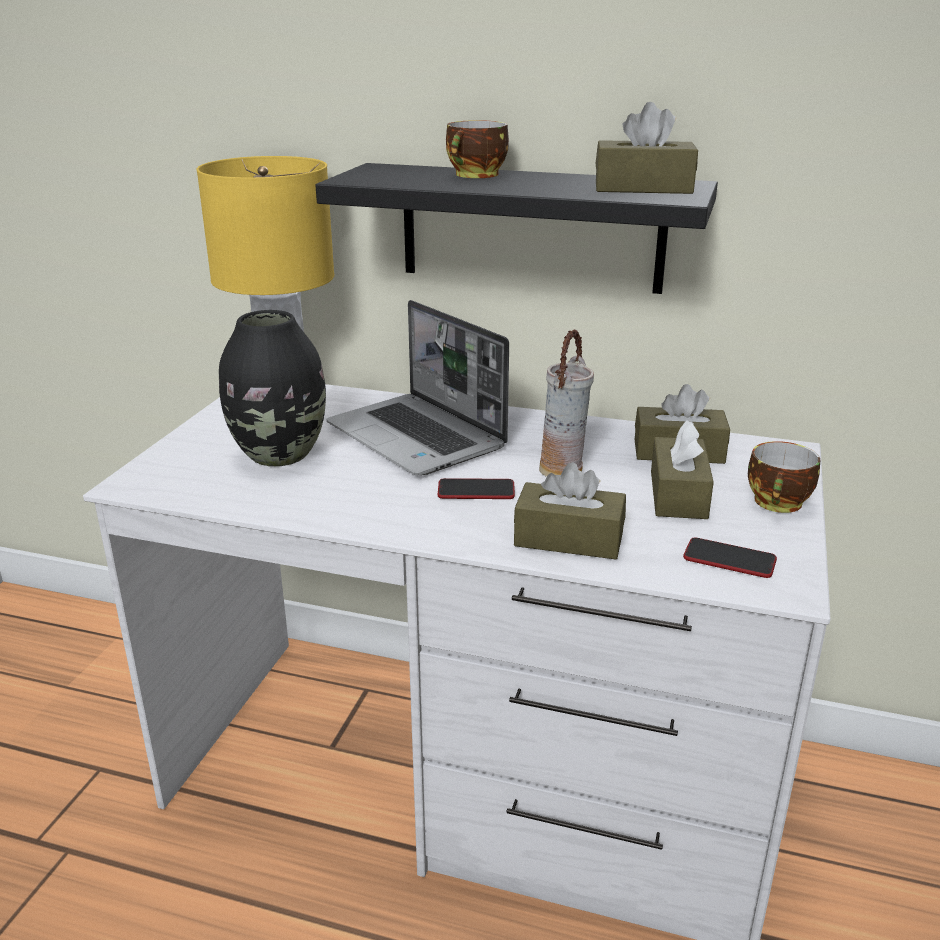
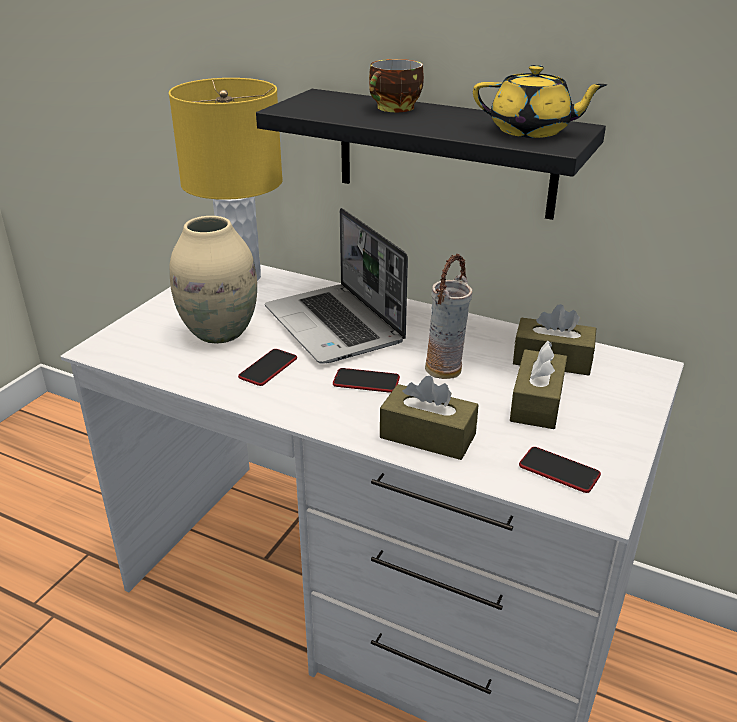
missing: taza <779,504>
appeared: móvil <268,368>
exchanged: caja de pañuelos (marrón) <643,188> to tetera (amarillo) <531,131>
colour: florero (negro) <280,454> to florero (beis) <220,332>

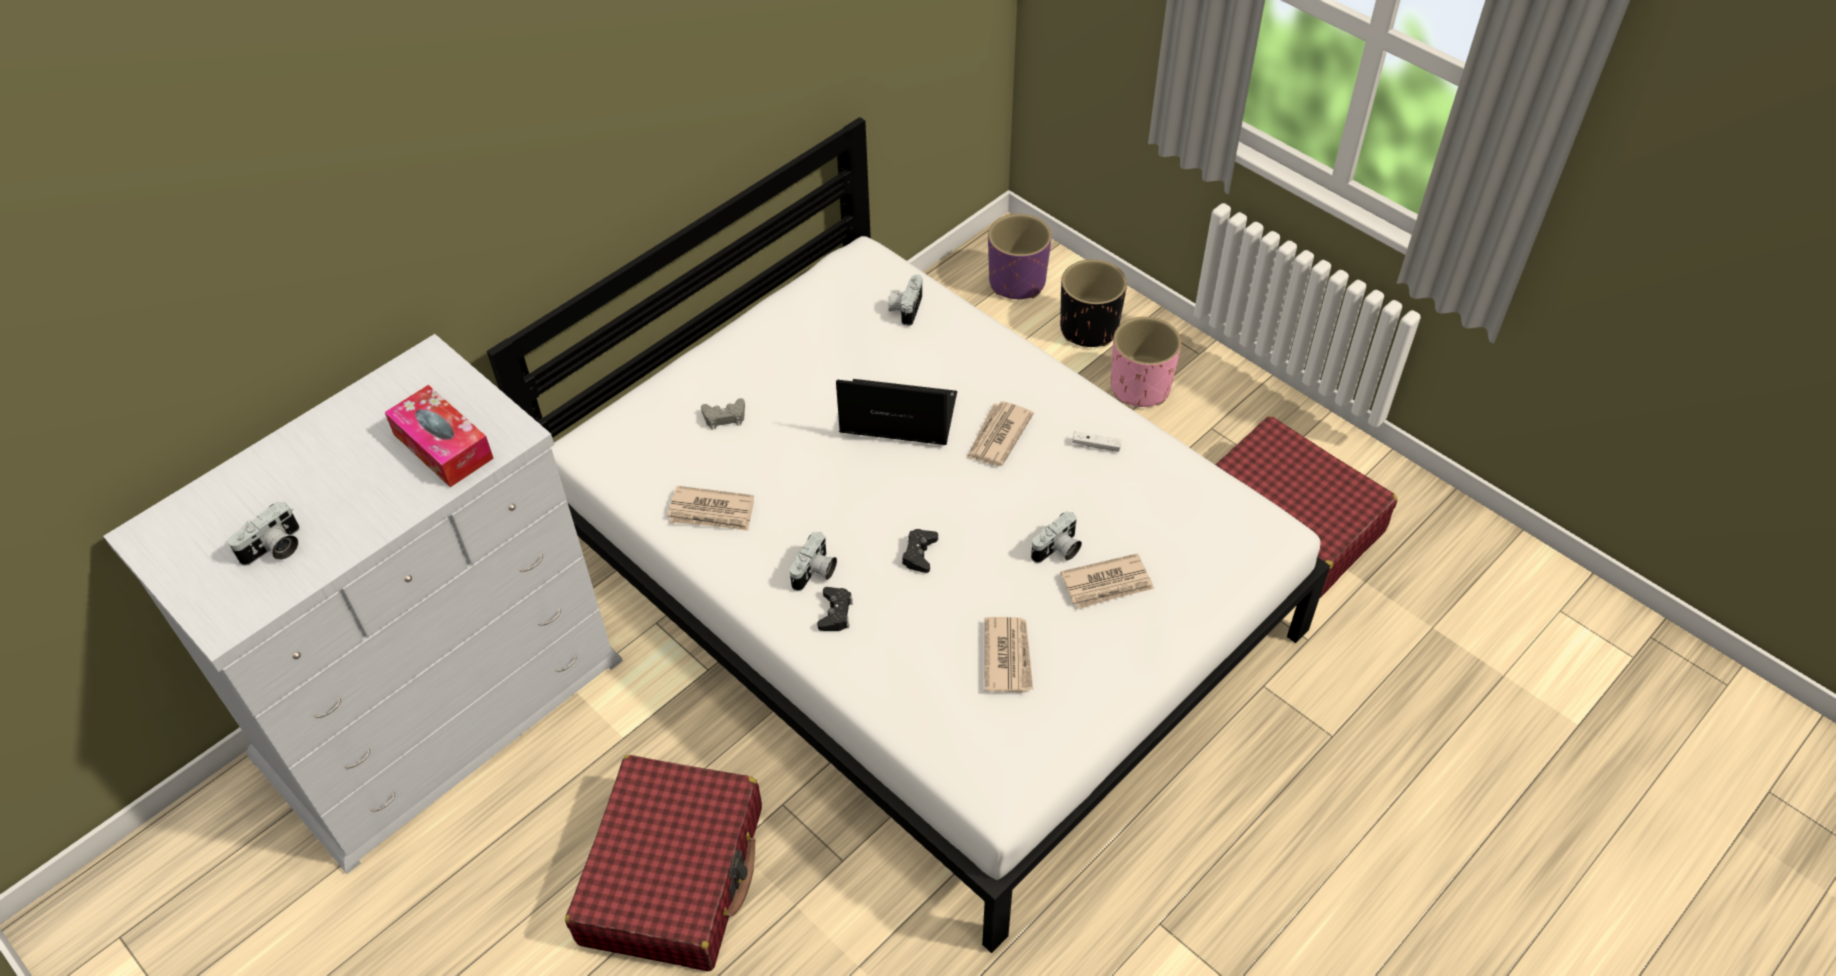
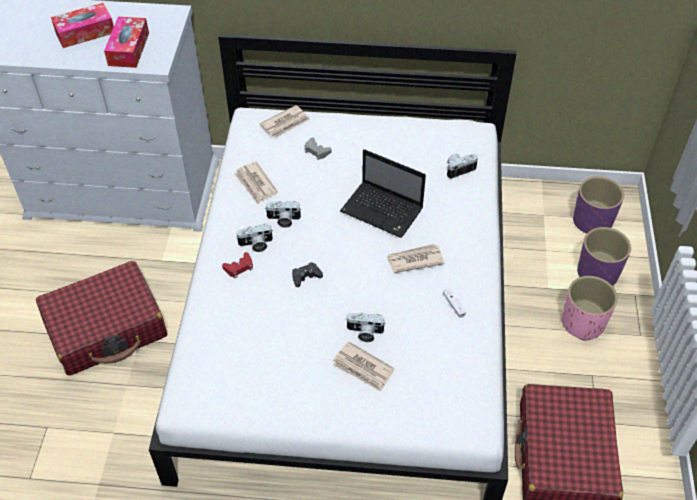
appeared: caja de pañuelos <85,32>
relocated: periódico <1008,656> to <285,123>; cámara <275,549> to <283,220>
colour: mando de consola (negro) <835,613> to mando de consola (rojo) <239,268>; maceta (negro) <1089,328> to maceta (morado) <597,273>
spun: portátil <895,416> = <383,211> 150 degrees clockwise

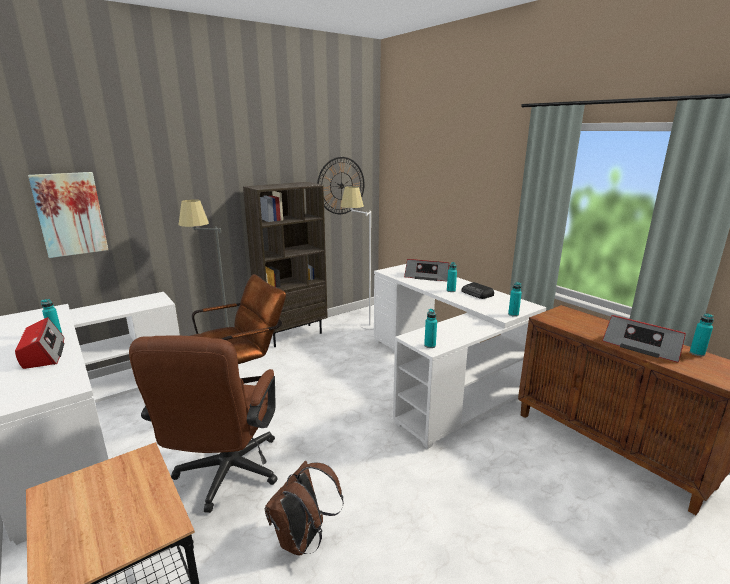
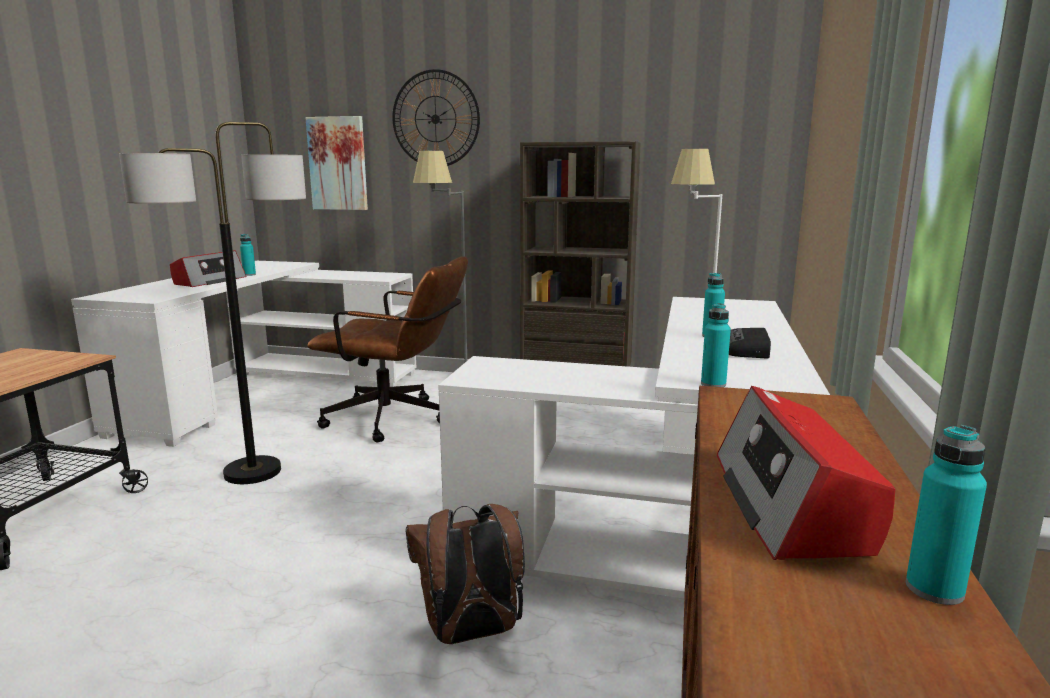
missing: radio <427,276>; botella (turquesa) <430,345>
relocated: reloj de pared <341,186> to <435,119>; mochila (marrón) <303,540> to <471,634>
exchanged: silla de oficina (marrón) <225,477> to lámpara de pie <252,472>

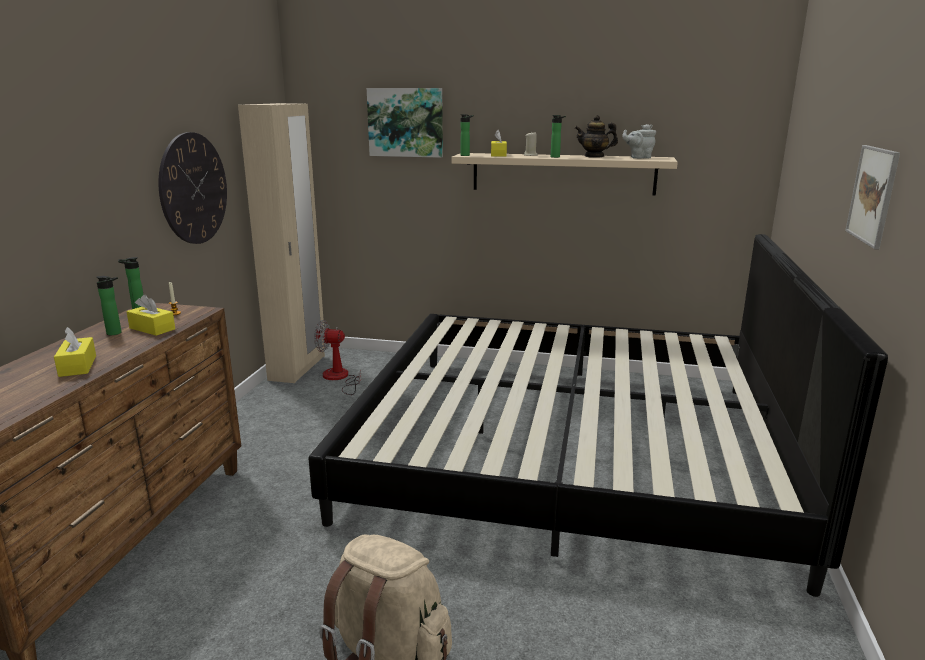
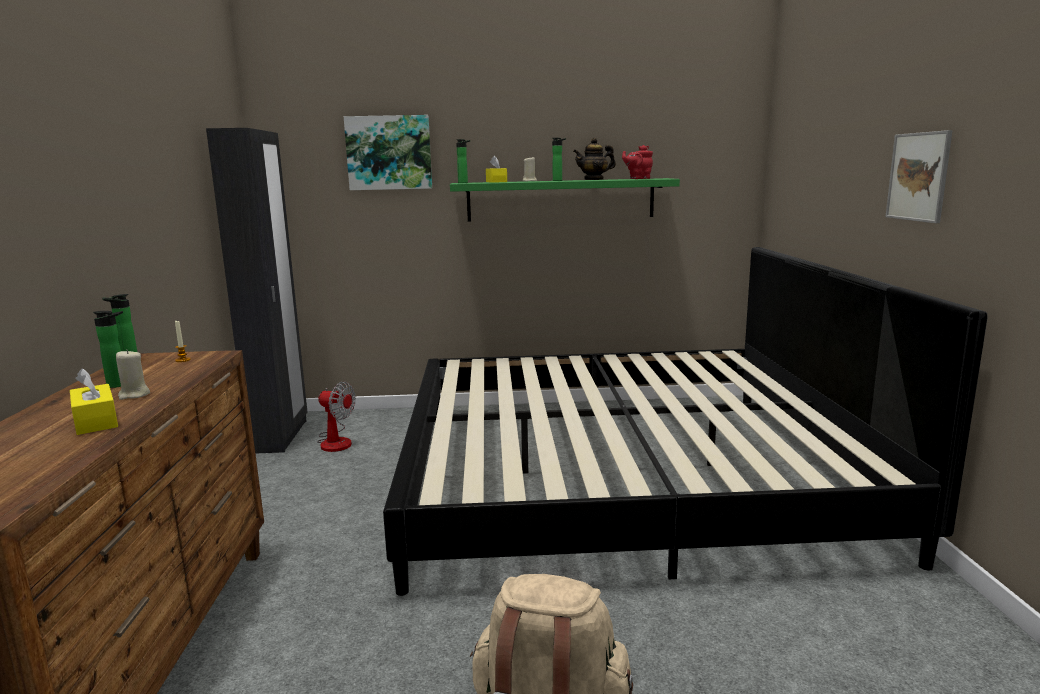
missing: caja de pañuelos (amarillo) <152,328>; reloj de pared <193,188>
appeared: vela (beis) <134,395>
colour: armario ropero (beis) <298,368> to armario ropero (negro) <280,436>; estante (beis) <563,173> to estante (verde) <560,200>; tetera (gris) <639,157> to tetera (rojo) <638,178>
spun: ventilador <339,378> = <335,441> 150 degrees counterclockwise

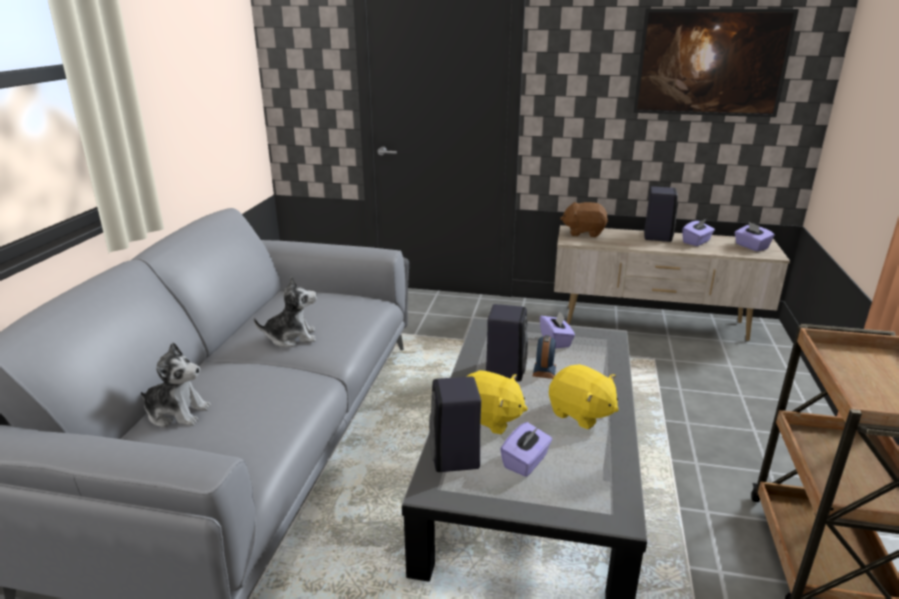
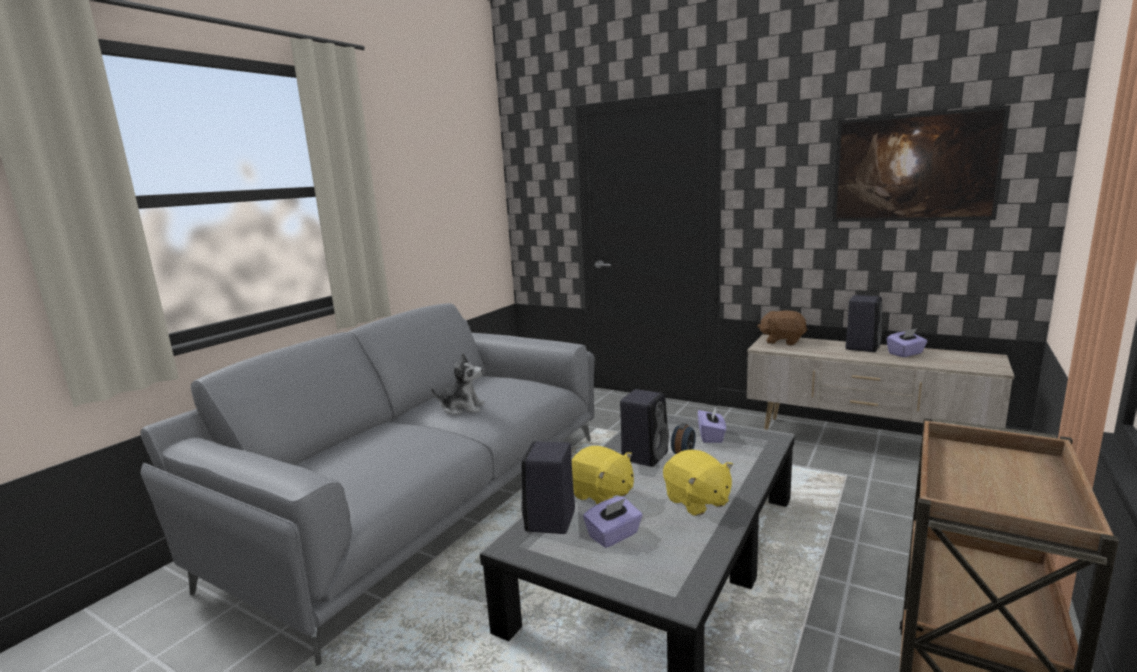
missing: peluche <177,413>; caja de pañuelos (morado) <751,246>

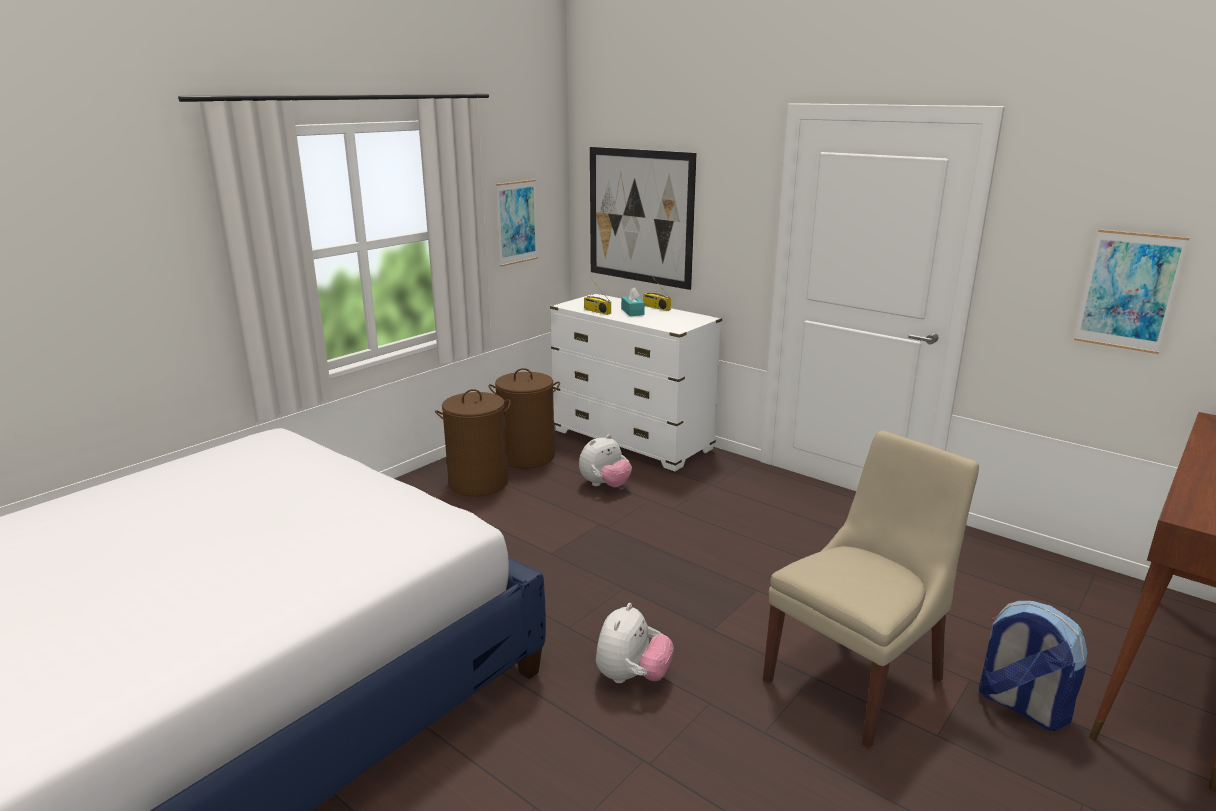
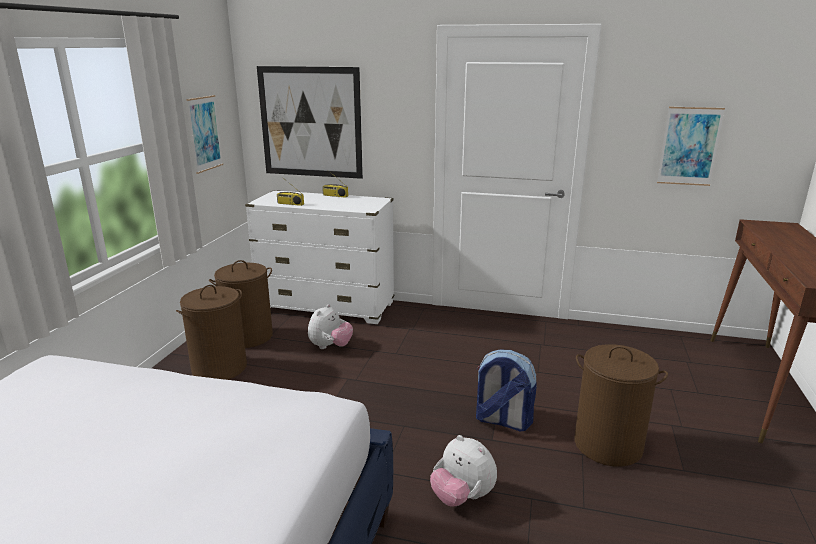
missing: caja de pañuelos (turquesa) <632,312>
relocated: mochila <1020,705> to <502,421>
exchanged: silla (beis) <857,677> to cesto de la ropa (marrón) <608,445>
spun: peluche <632,677> = <462,497> 135 degrees clockwise

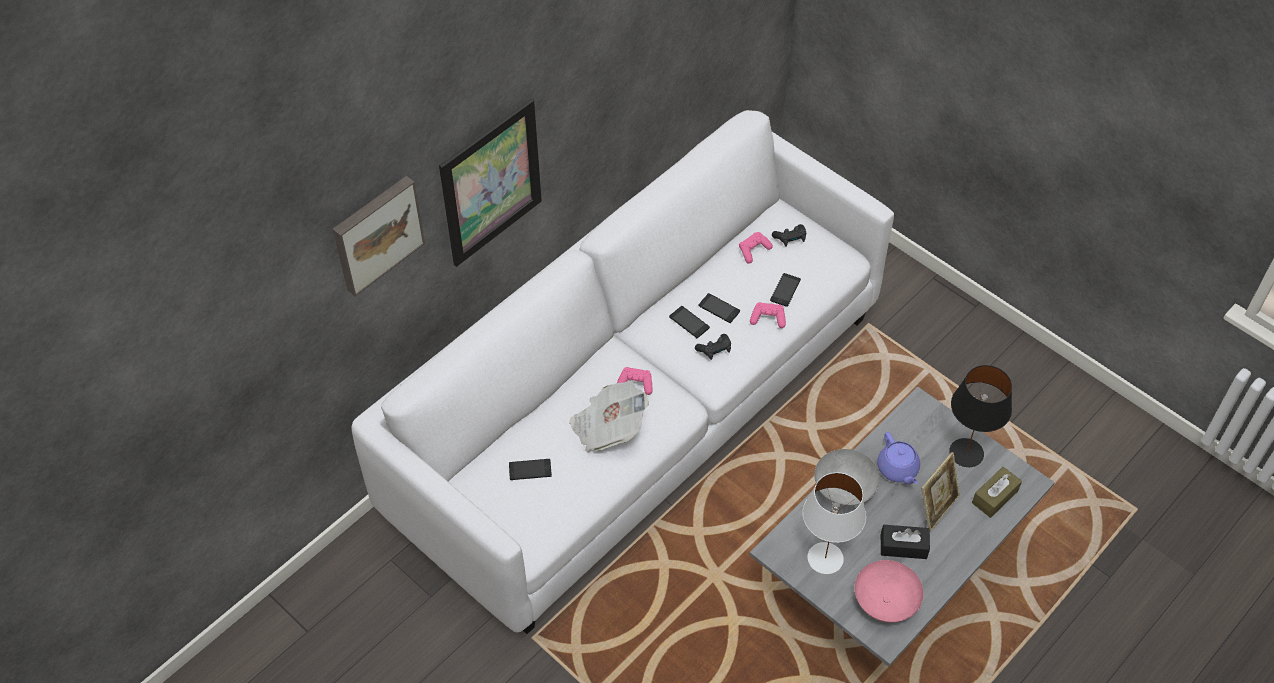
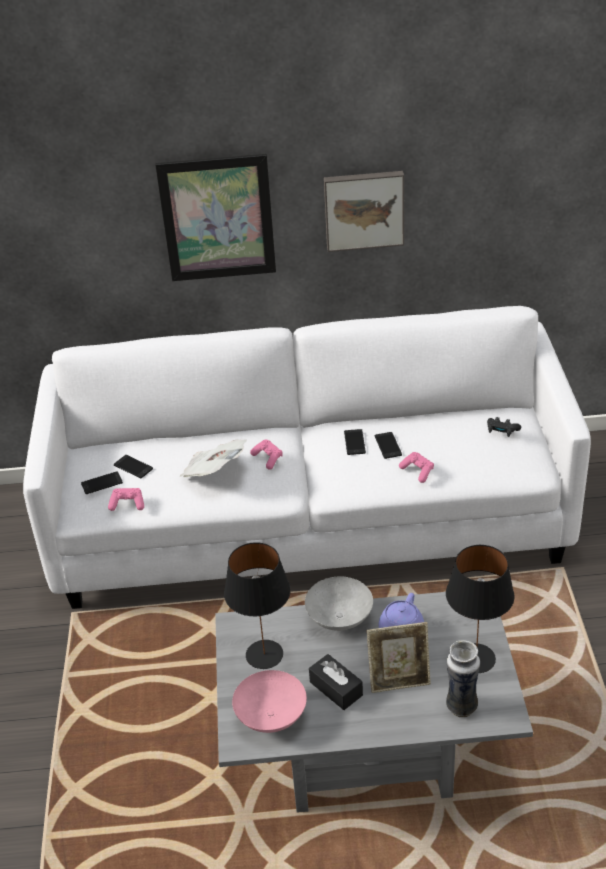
missing: mando de consola (negro) <714,350>
relocated: móvil <785,290> to <102,483>; mando de consola (rosa) <753,251> to <127,504>; cuadro <376,233> to <364,209>
exchanged: caja de pañuelos (marrón) <994,497> to florero <461,706>
colour: lámpara de mesa (blanco) <825,558> to lámpara de mesa (negro) <264,655>

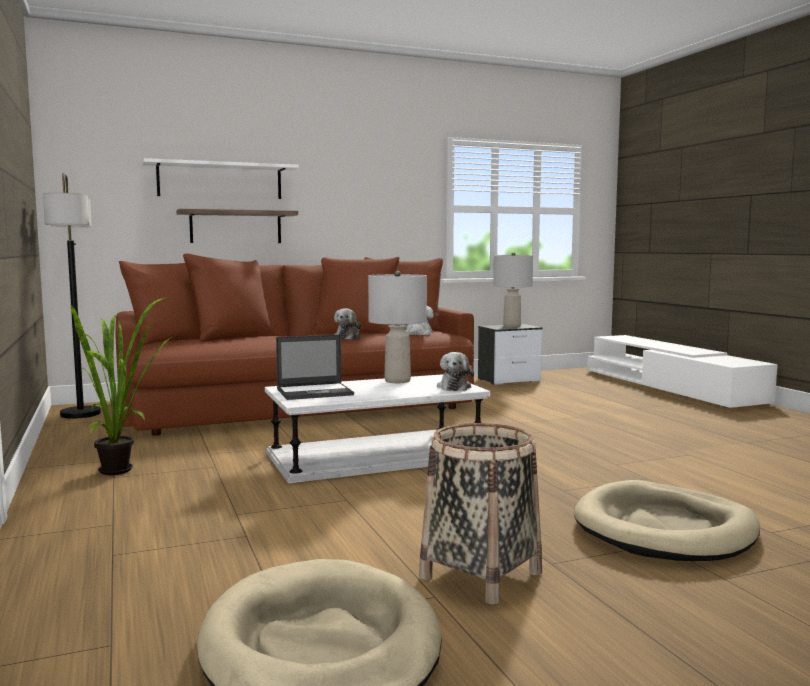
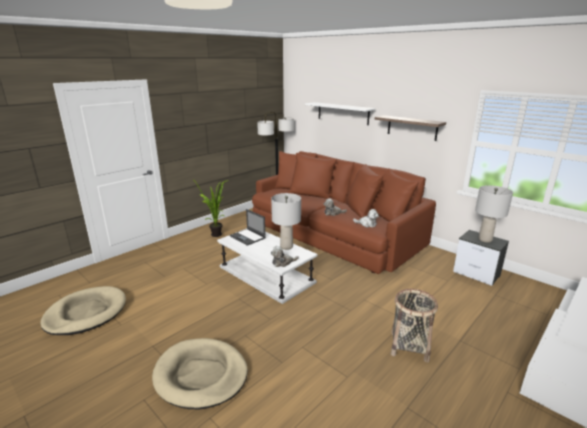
relocated: estante <236,227> to <412,127>; cesta <481,575> to <409,346>

